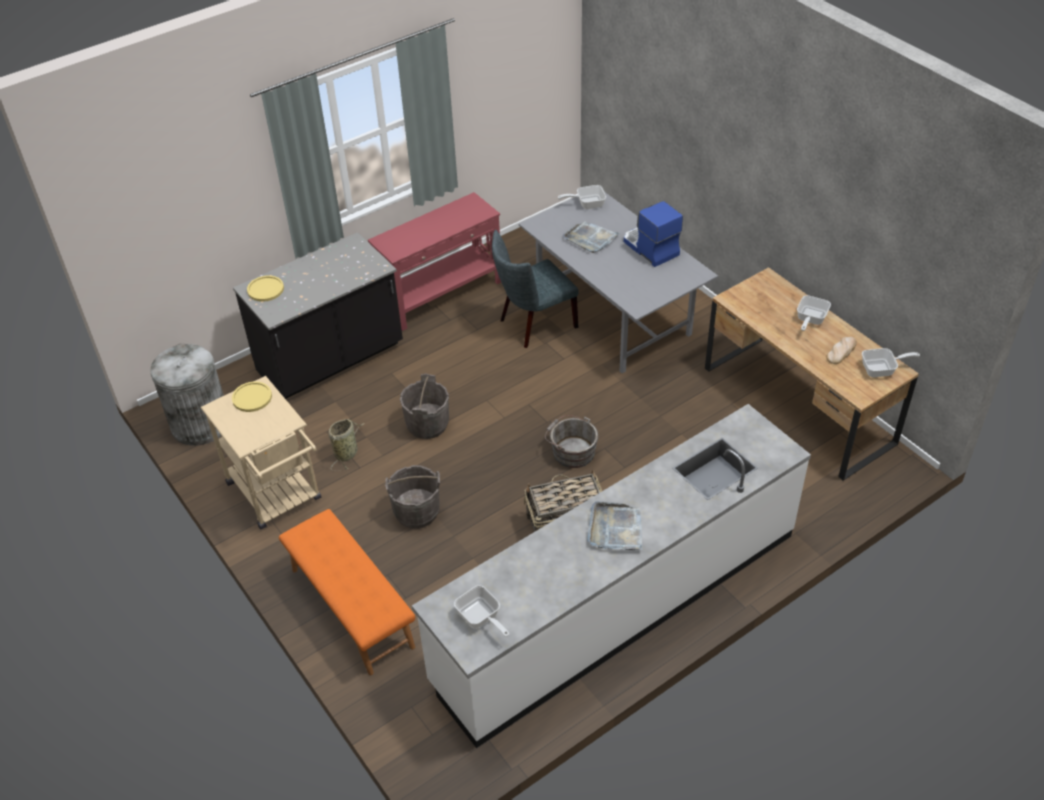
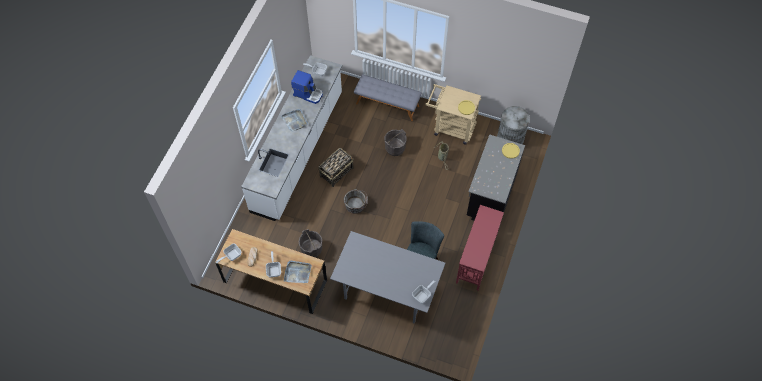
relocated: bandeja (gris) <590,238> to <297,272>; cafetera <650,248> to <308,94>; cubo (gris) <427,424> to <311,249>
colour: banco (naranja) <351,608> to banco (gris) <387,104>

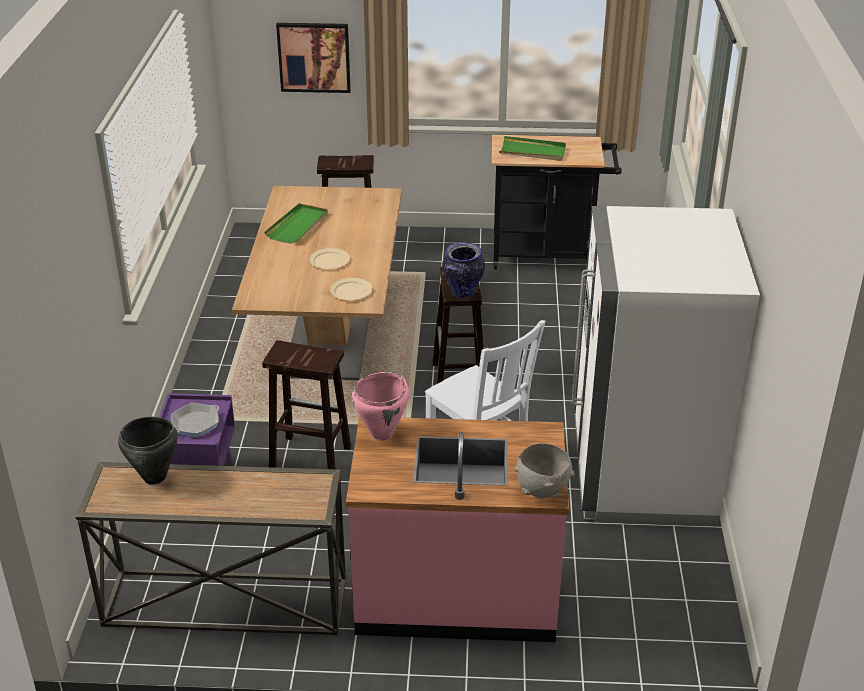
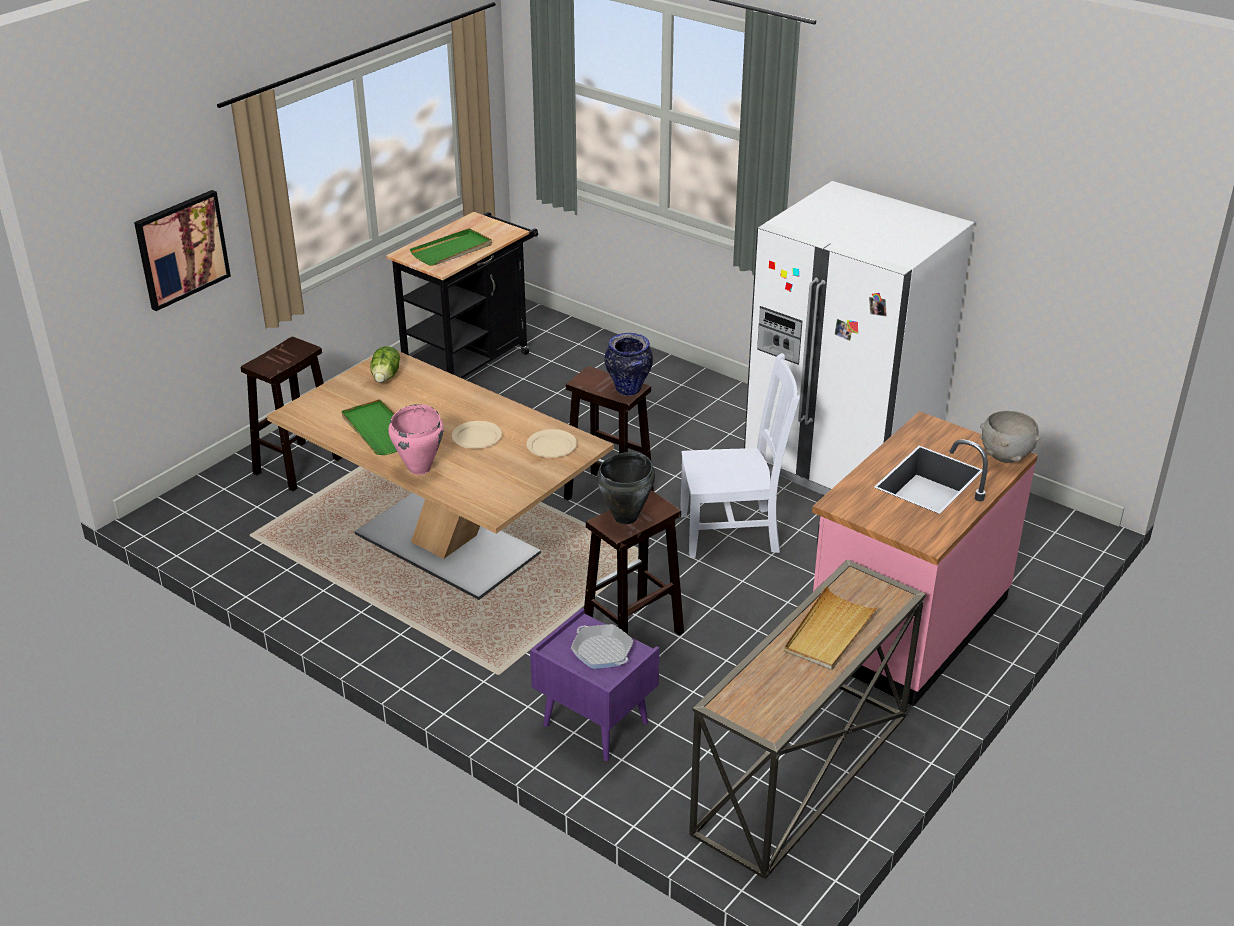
appeared: lechuga <386,376>; bandeja (beis) <829,632>
relocated: olla (rosa) <382,434> to <420,468>; olla (negro) <155,477> to <626,517>
spun: sartén <195,424> = <602,651> 150 degrees clockwise

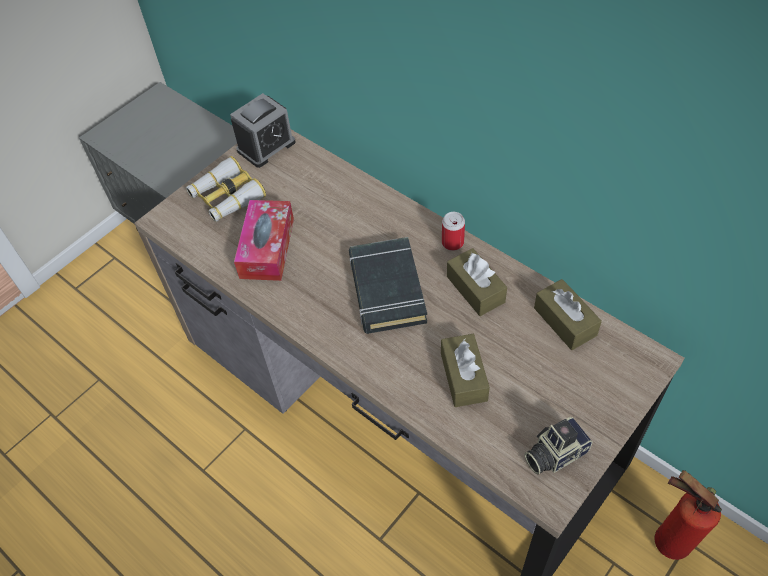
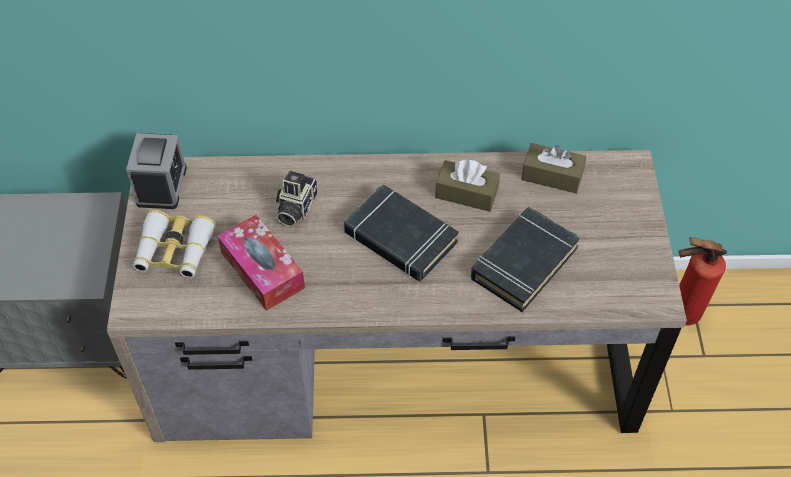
missing: lata <452,243>
relocated: cámara <554,453> to <295,208>
exchanged: caja de pañuelos (marrón) <463,377> to libro (negro) <523,263>

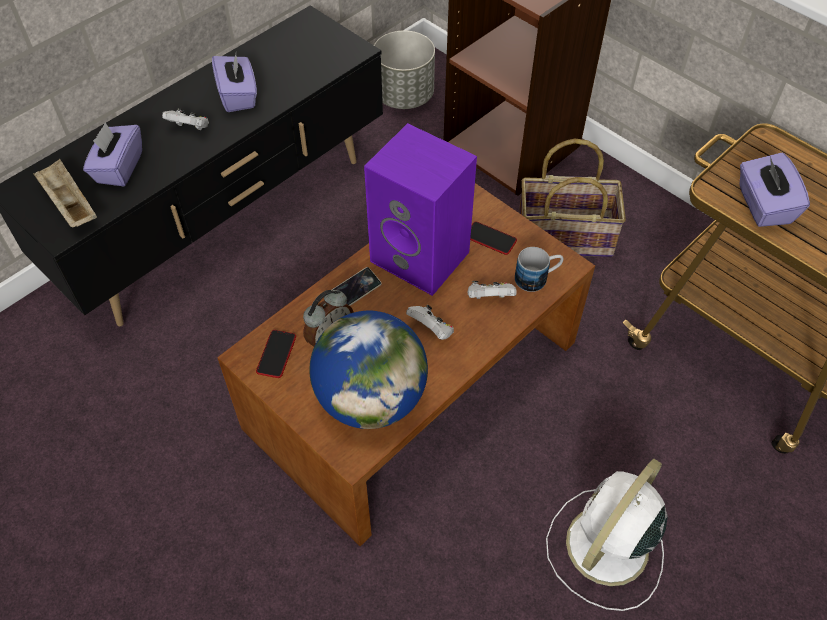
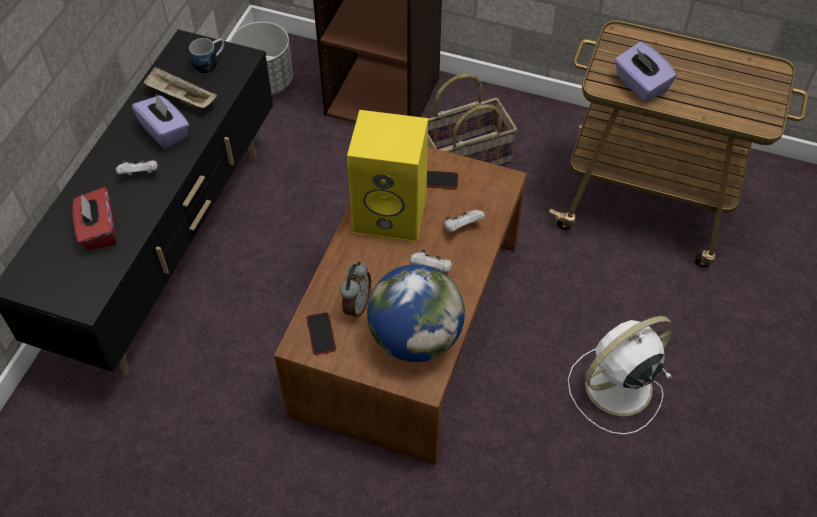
missing: móvil <355,290>
relocated: bandeja (beis) <69,205> to <180,98>; taza grande <537,278> to <210,63>
colour: caja de pañuelos (morado) <119,168> to caja de pañuelos (rojo) <98,231>; altavoz (morado) <422,256> to altavoz (amarillo) <392,213>
spun: ventilador (blanco) <605,548> = <616,387> 45 degrees clockwise

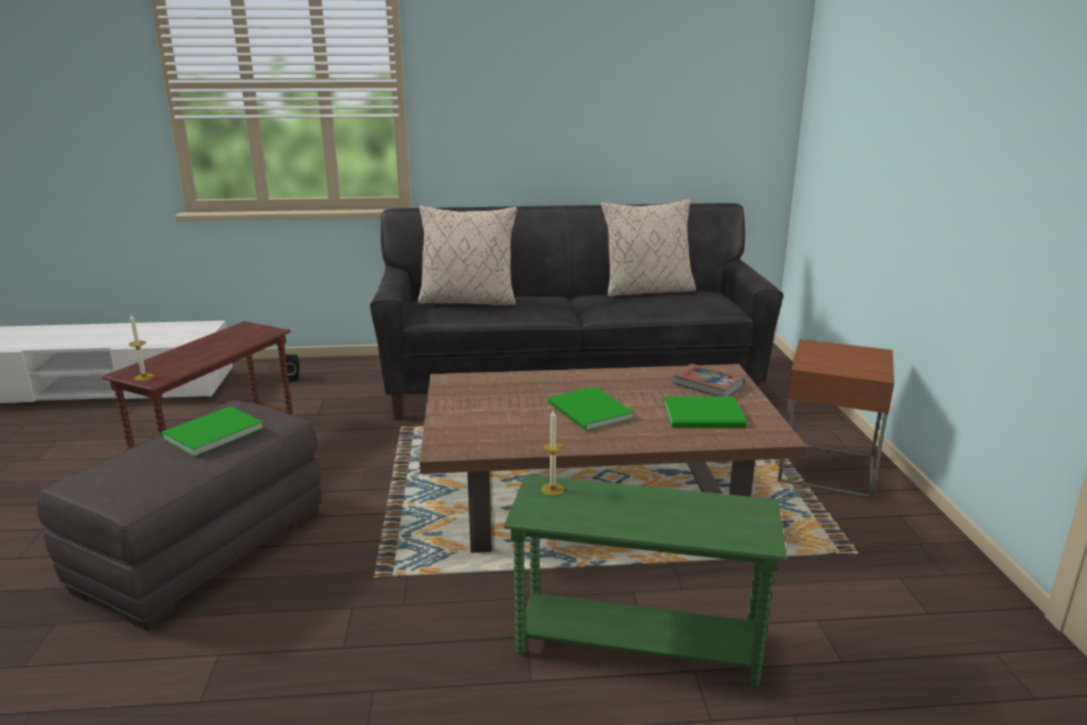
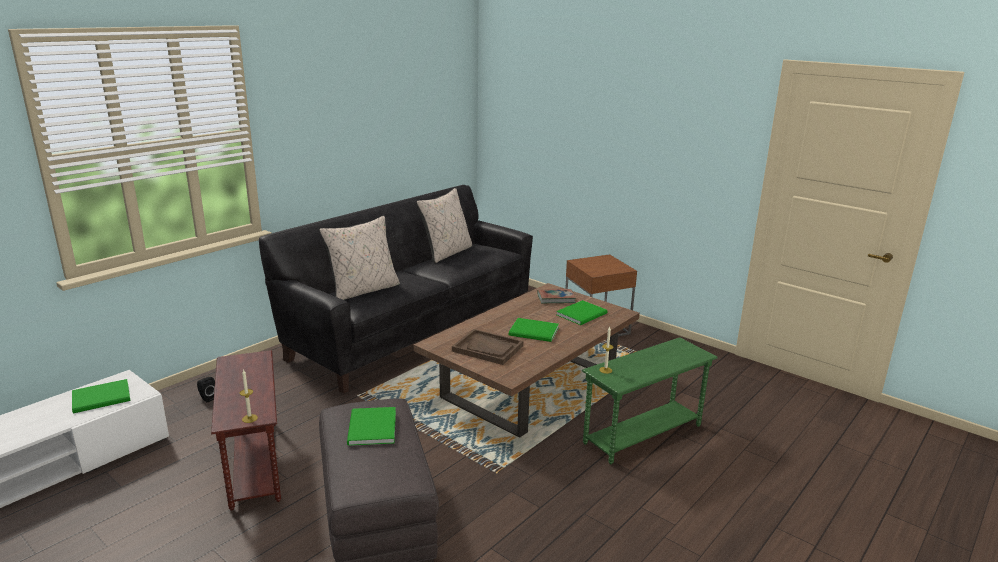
appeared: libro (verde) <103,398>; bandeja (marrón) <488,348>

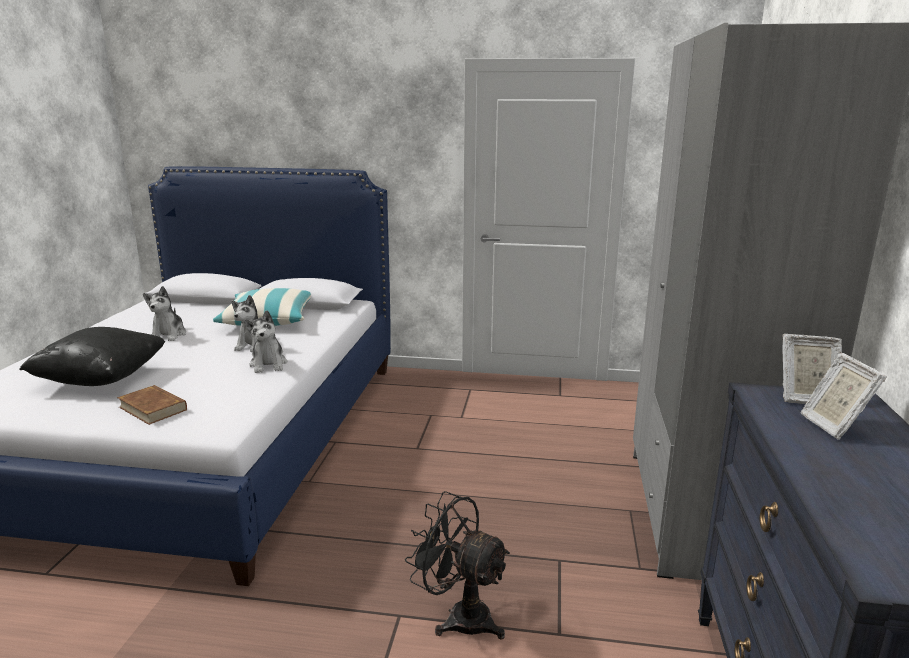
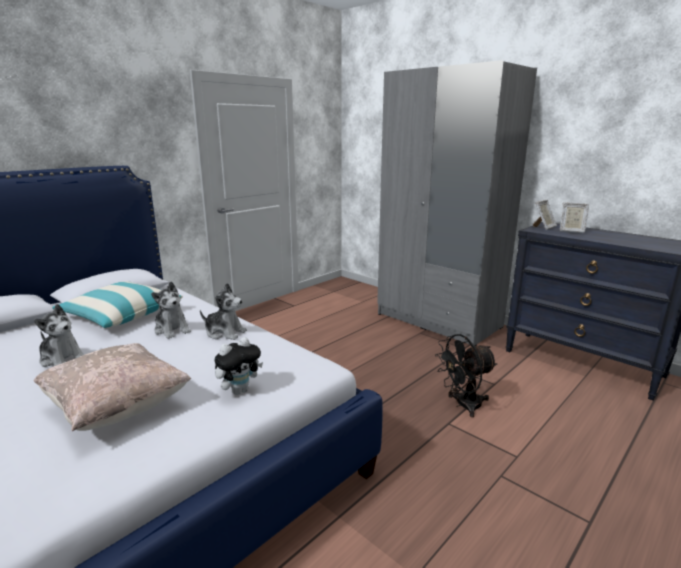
exchanged: libro (marrón) <153,408> to peluche <239,390>
colour: cojín (negro) <101,379> to cojín (beis) <117,408>

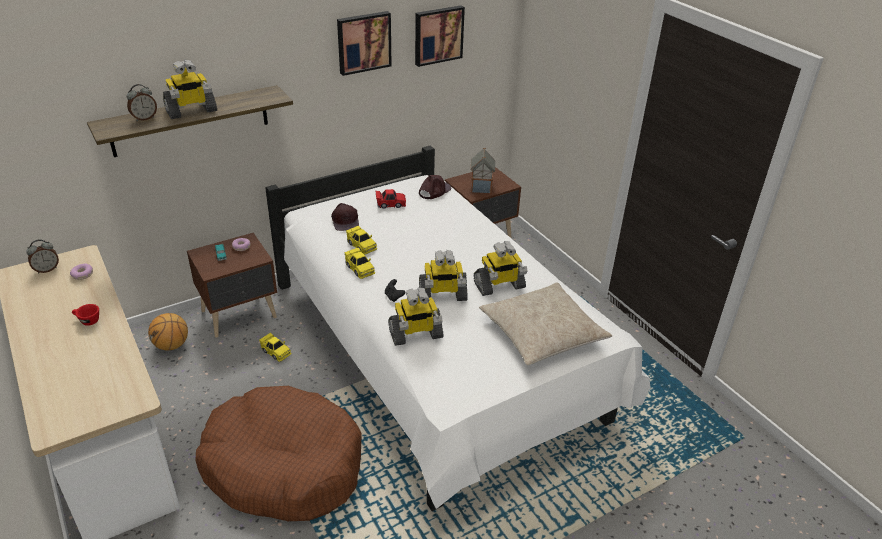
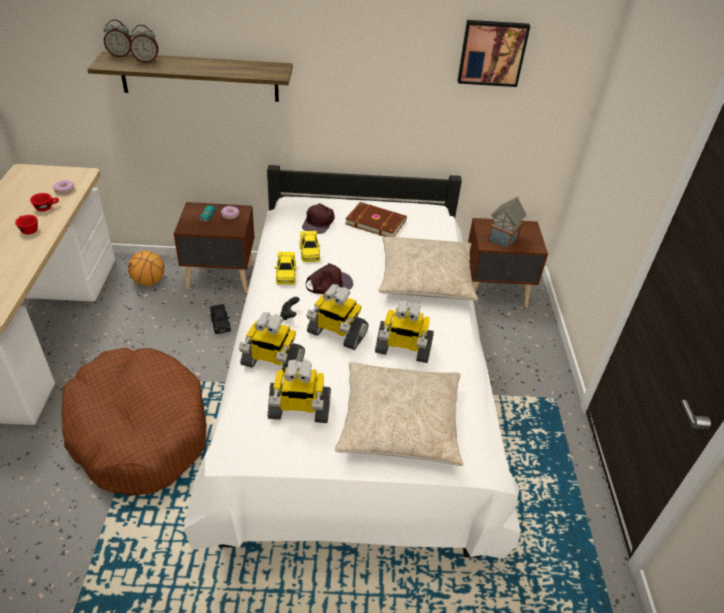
missing: cuadro <363,42>
appeared: taza (rojo) <47,208>; cojín (beis) <425,278>
relocated: despertador <47,269> to <121,55>; robot de juguete <191,111> to <299,410>; gorra (marrón) <434,191> to <329,284>
exchanged: coche de juguete (rojo) <390,204> to libro (marrón) <375,222>
colour: coche de juguete (amarillo) <276,352> to coche de juguete (negro) <220,323>

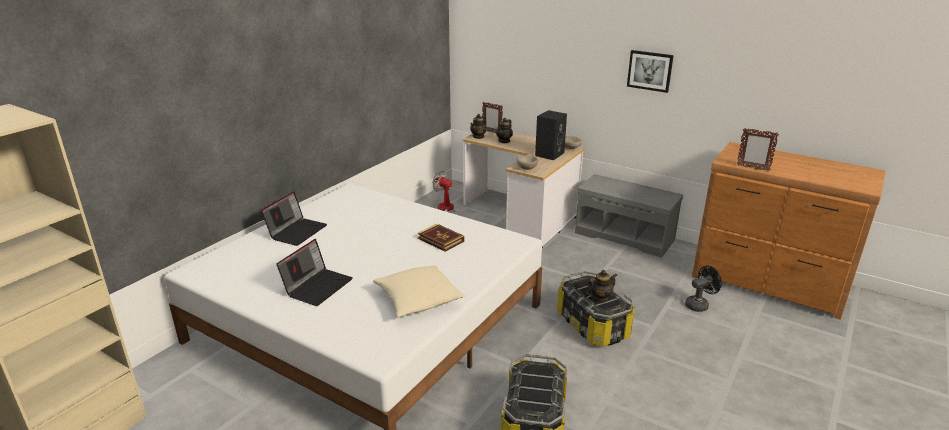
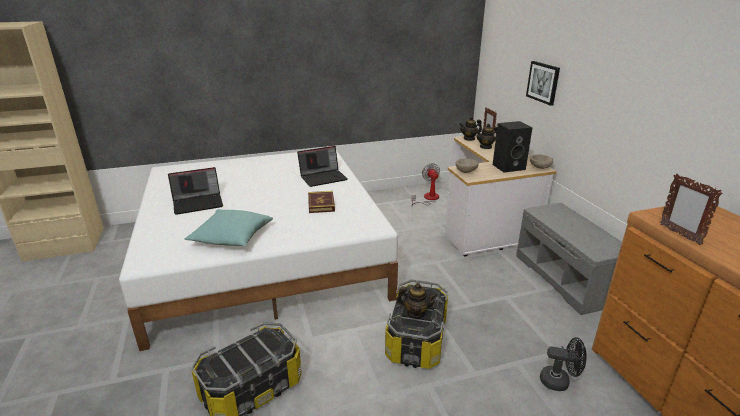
relocated: portátil <297,231> to <323,177>; cuadro <650,70> to <543,82>
colour: cojín (beis) <419,300> to cojín (turquesa) <232,237>

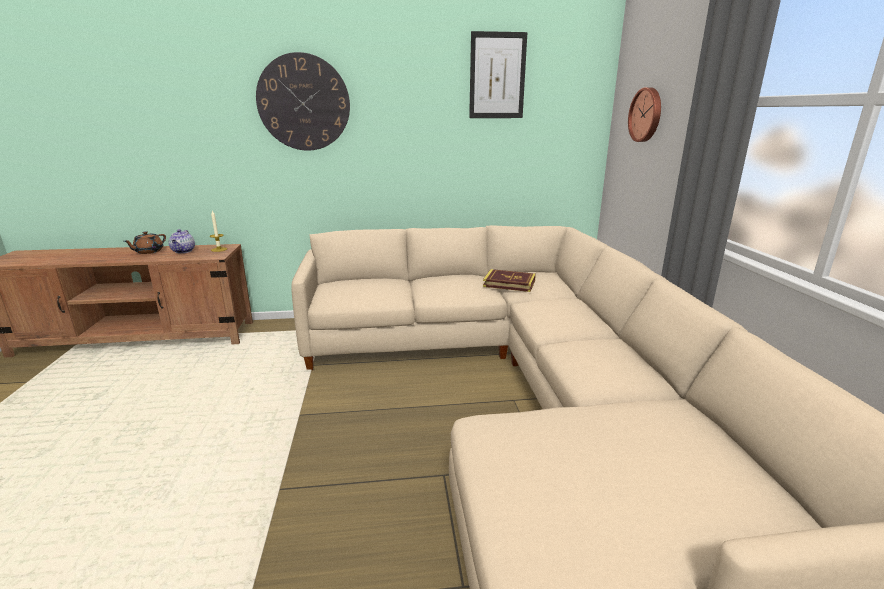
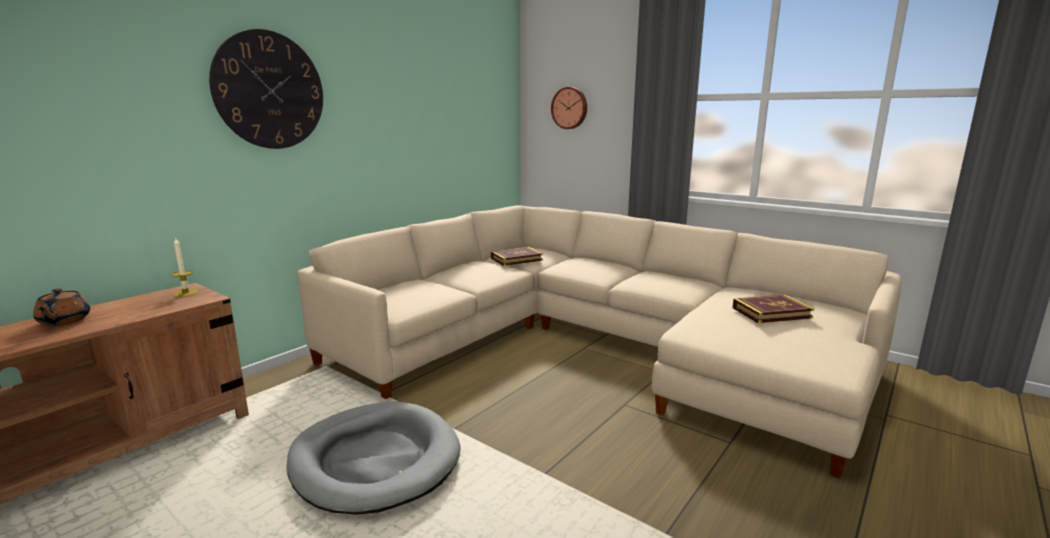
missing: tetera <183,251>; cuadro <497,76>
appeared: cama para perro (gris) <375,460>; libro <771,313>

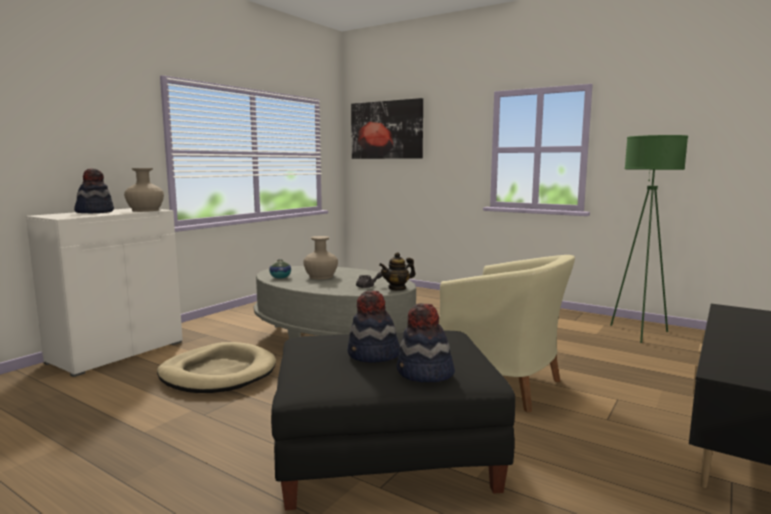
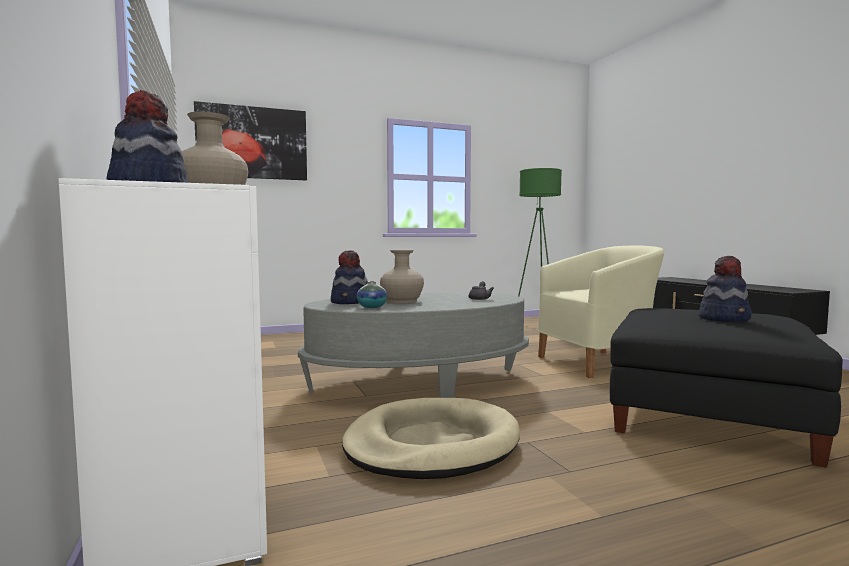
missing: tetera <397,288>
relocated: sombrero <424,374> to <351,302>

